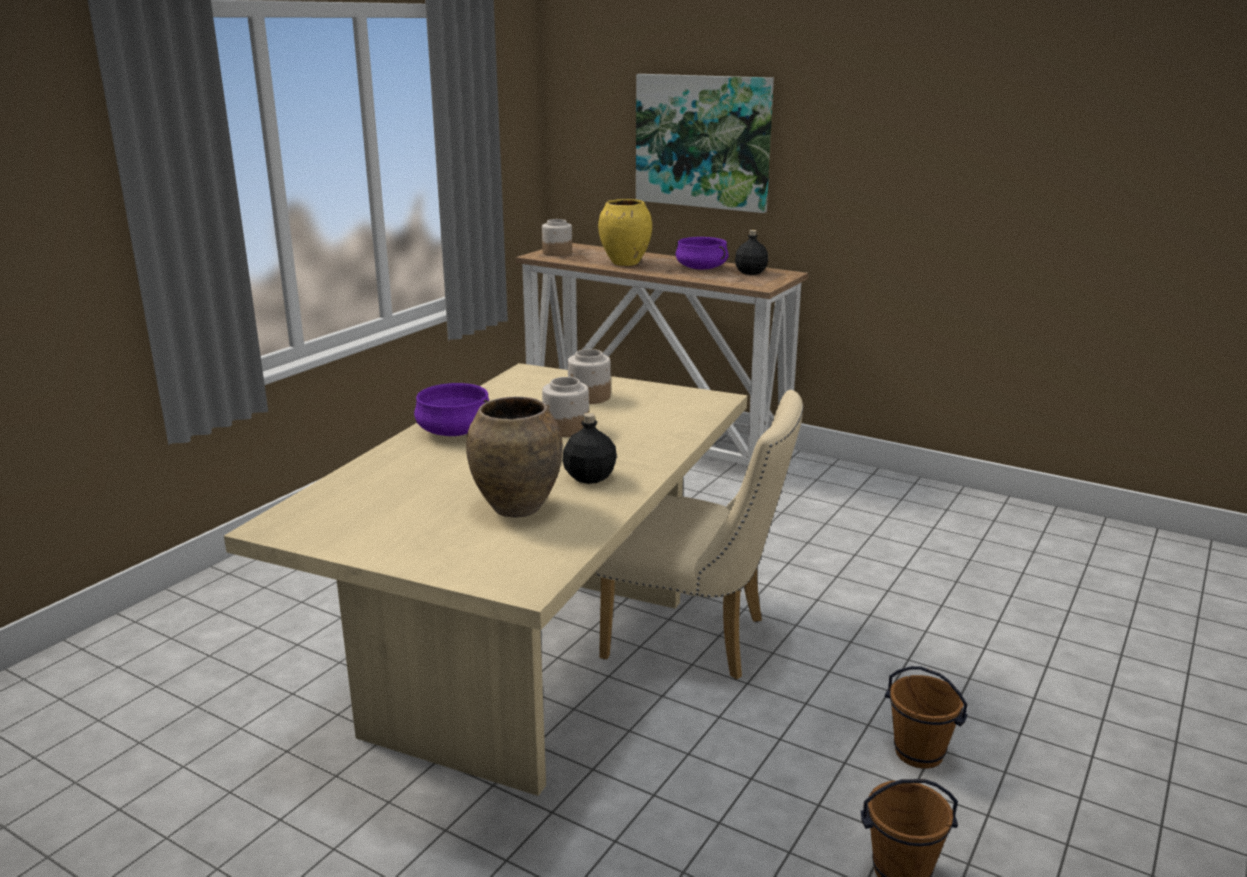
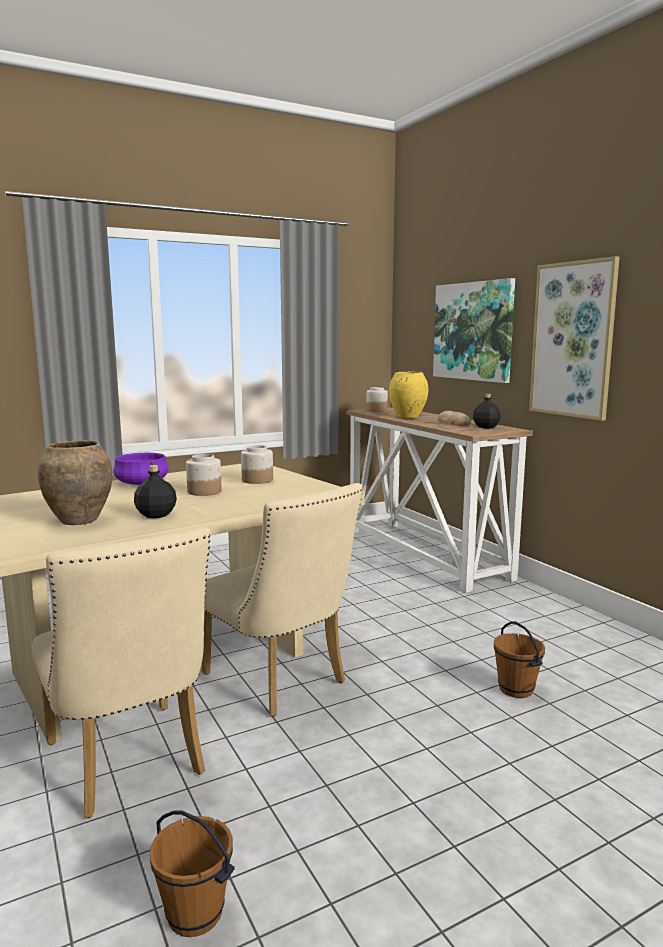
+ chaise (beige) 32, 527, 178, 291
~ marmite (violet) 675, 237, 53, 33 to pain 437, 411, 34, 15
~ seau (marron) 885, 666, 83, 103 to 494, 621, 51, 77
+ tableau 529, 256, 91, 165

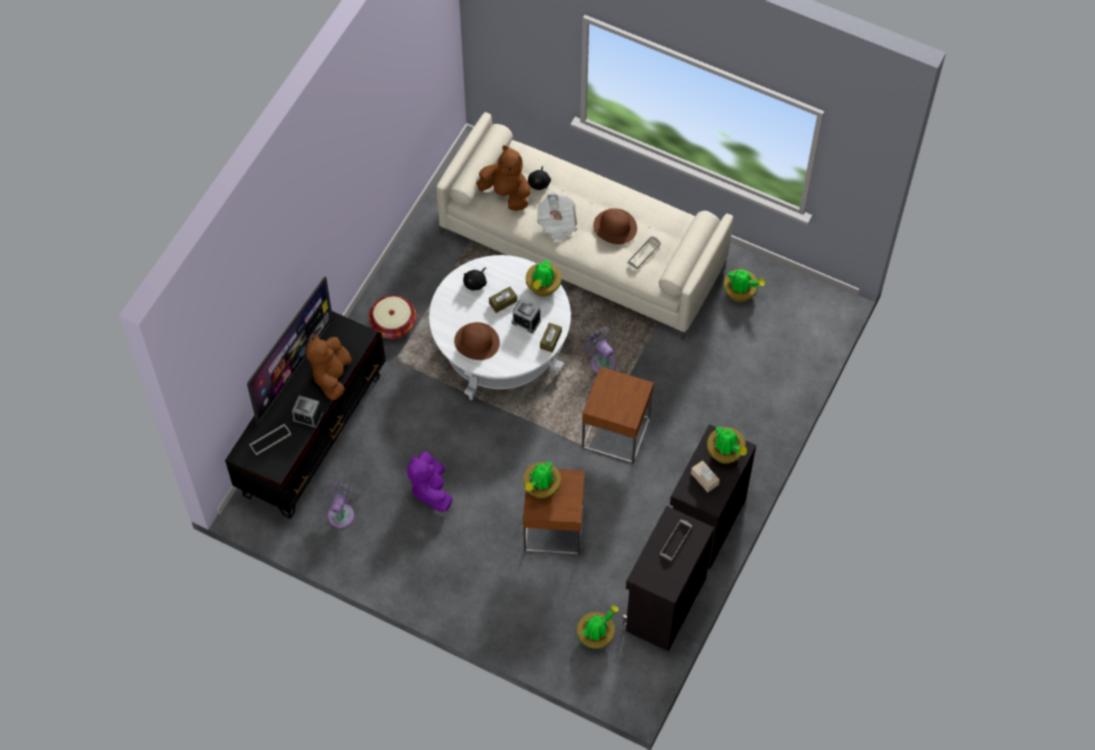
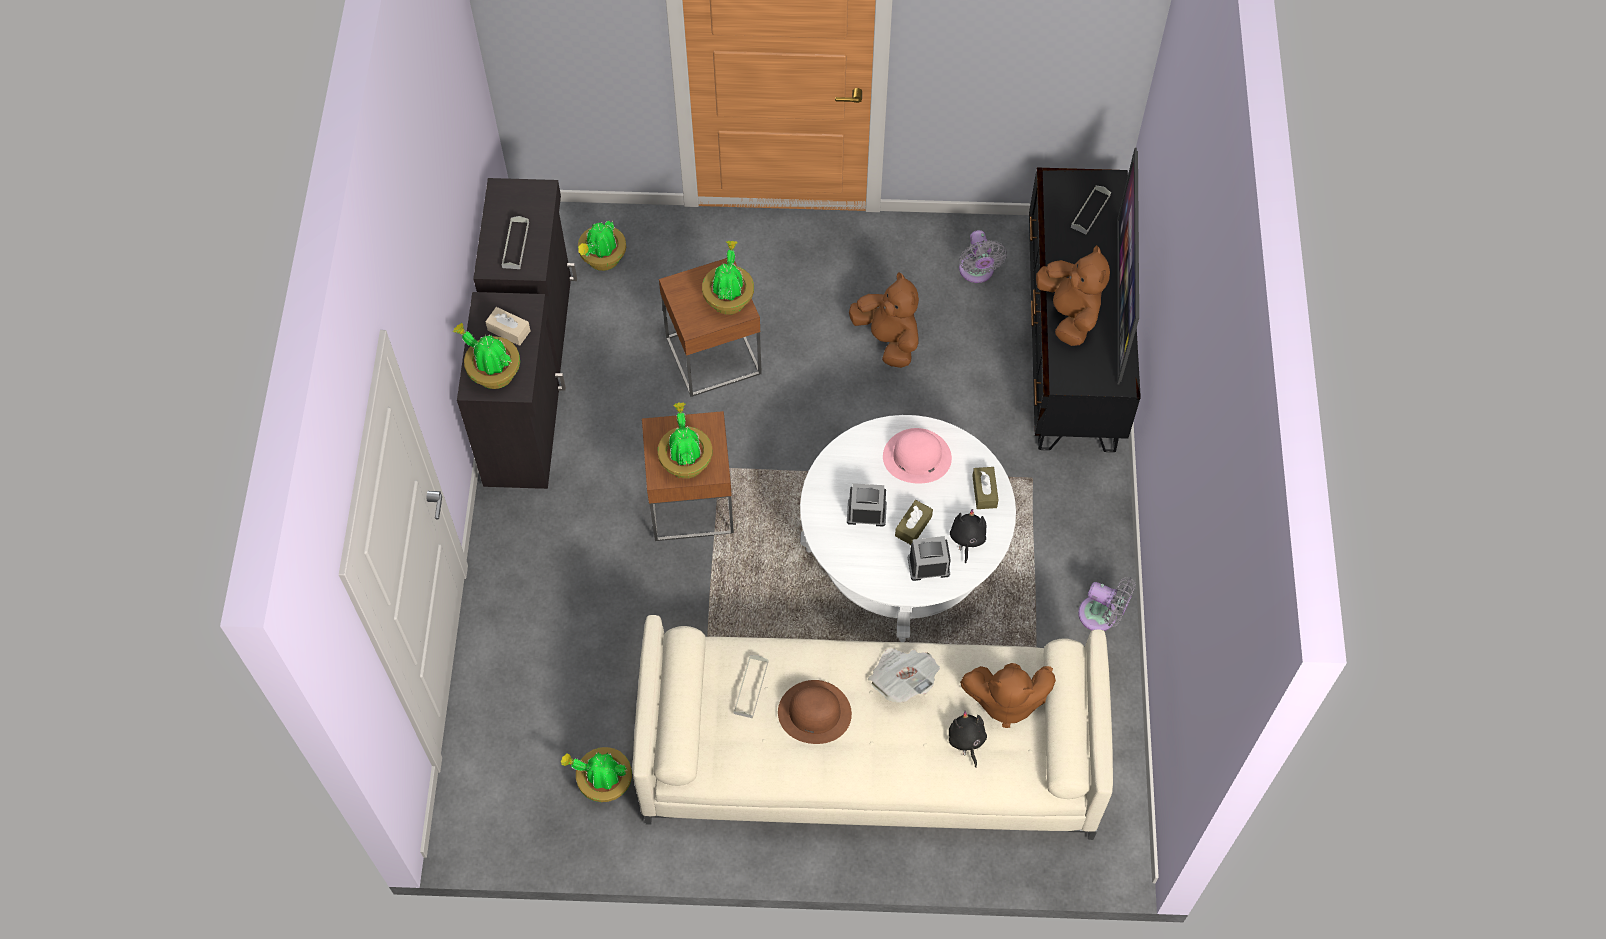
~ plante en pot 526, 259, 35, 38 to 658, 403, 54, 75
~ peluche (violet) 407, 452, 46, 60 to peluche (marron) 849, 272, 70, 96
~ chapeau (marron) 454, 322, 46, 38 to chapeau (rose) 883, 428, 69, 55
~ réveil 292, 395, 31, 34 to 908, 536, 43, 45
~ boîte à mouchoirs (marron) 540, 323, 22, 30 to 972, 467, 26, 42
~ ventilateur (gris) 582, 327, 34, 46 to 1078, 577, 58, 54
- panier 368, 295, 49, 44

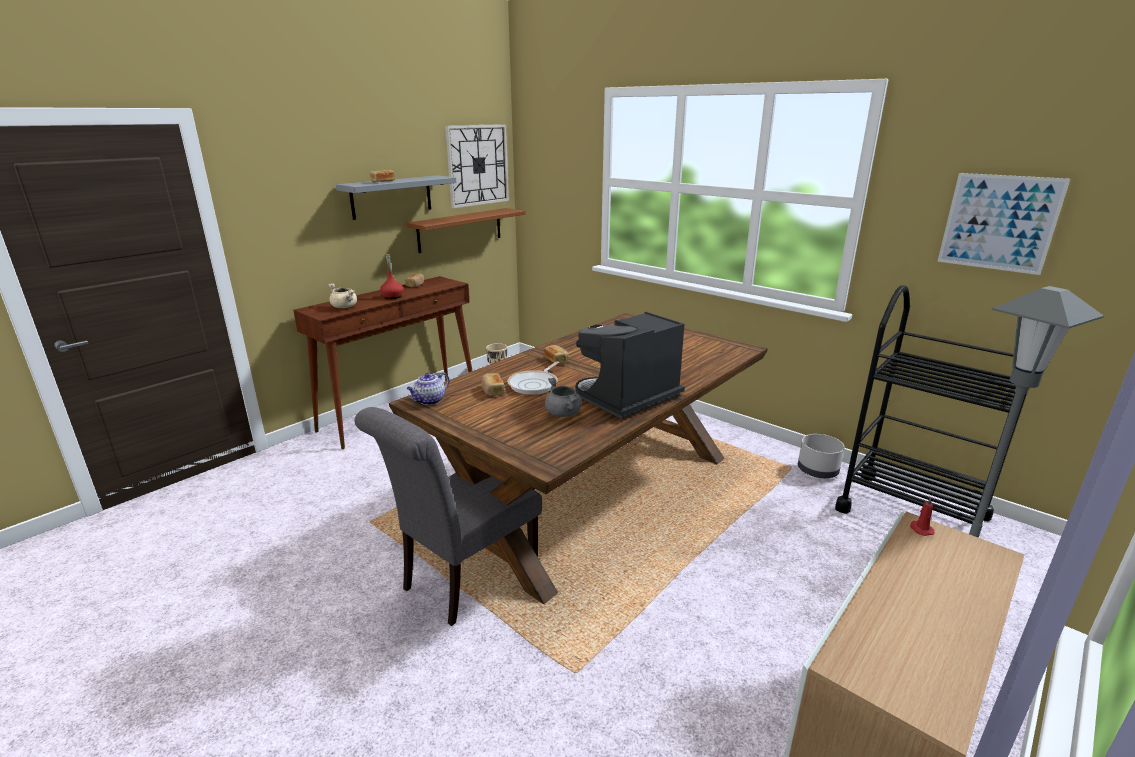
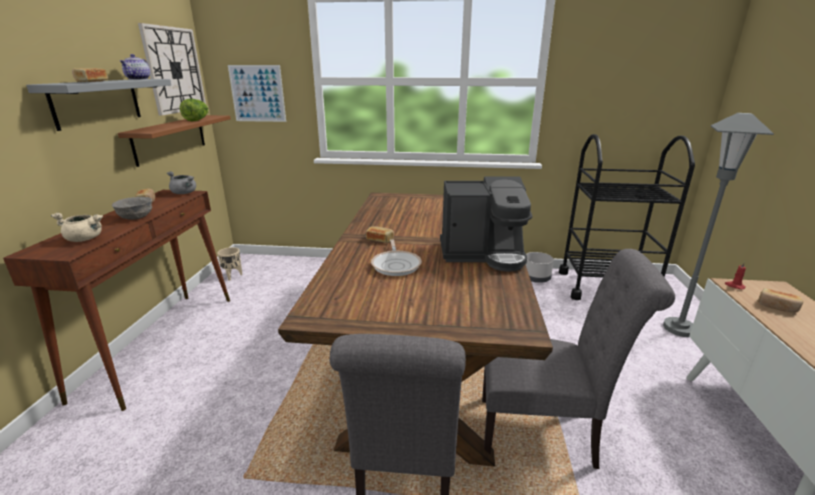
~ bouteille (rouge) 380, 254, 23, 45 to bol (gris) 112, 197, 40, 23
~ théière 407, 372, 42, 33 to 120, 54, 30, 26
~ marmite (gris) 545, 378, 37, 39 to 167, 171, 29, 23
+ laitue 180, 99, 29, 22
~ tableau 937, 173, 133, 102 to 228, 65, 58, 57
~ machine à café 575, 312, 110, 107 = 440, 176, 92, 96 105 degrees counterclockwise
+ chaise (gris) 482, 249, 193, 220
~ pain 482, 373, 23, 23 to 758, 288, 45, 24

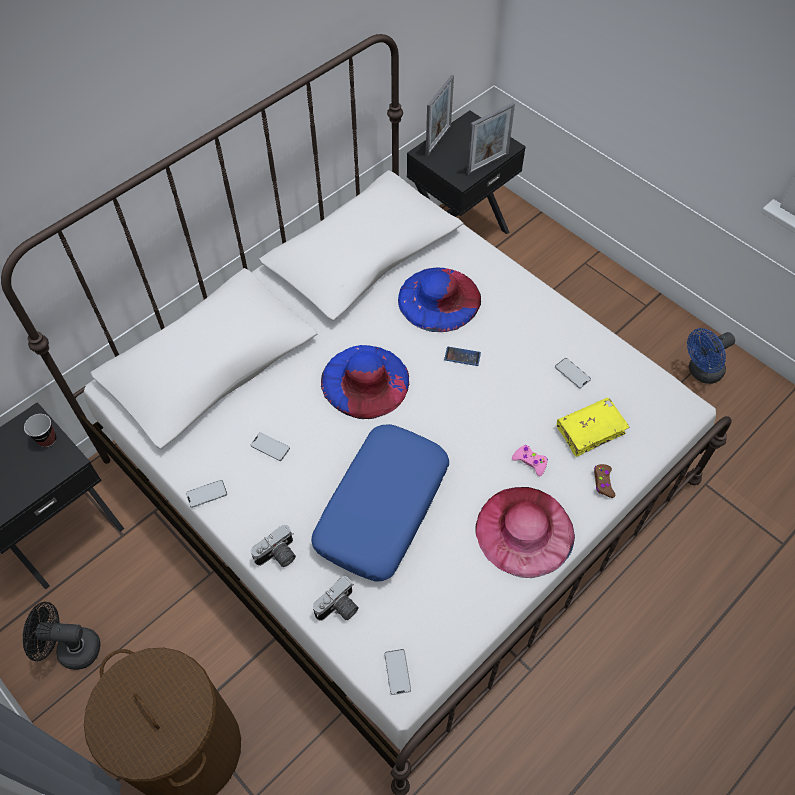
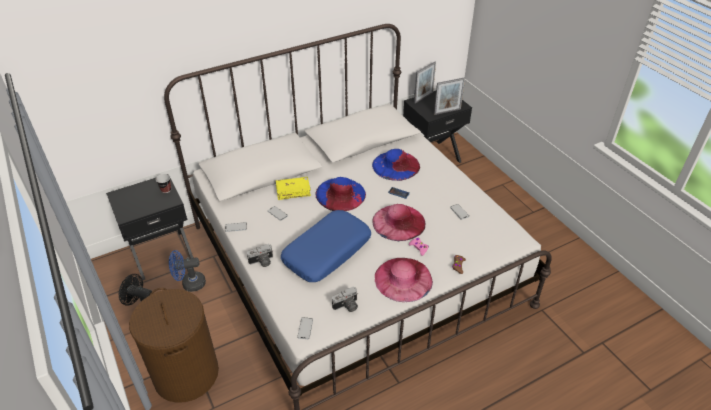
~ ventilateur (bleu) 687, 328, 48, 56 to 169, 250, 37, 42
~ livre (jaune) 557, 398, 73, 59 to 276, 177, 35, 23
~ appareil photo 313, 576, 46, 45 to 332, 287, 26, 25
+ chapeau (rose) 372, 204, 53, 37

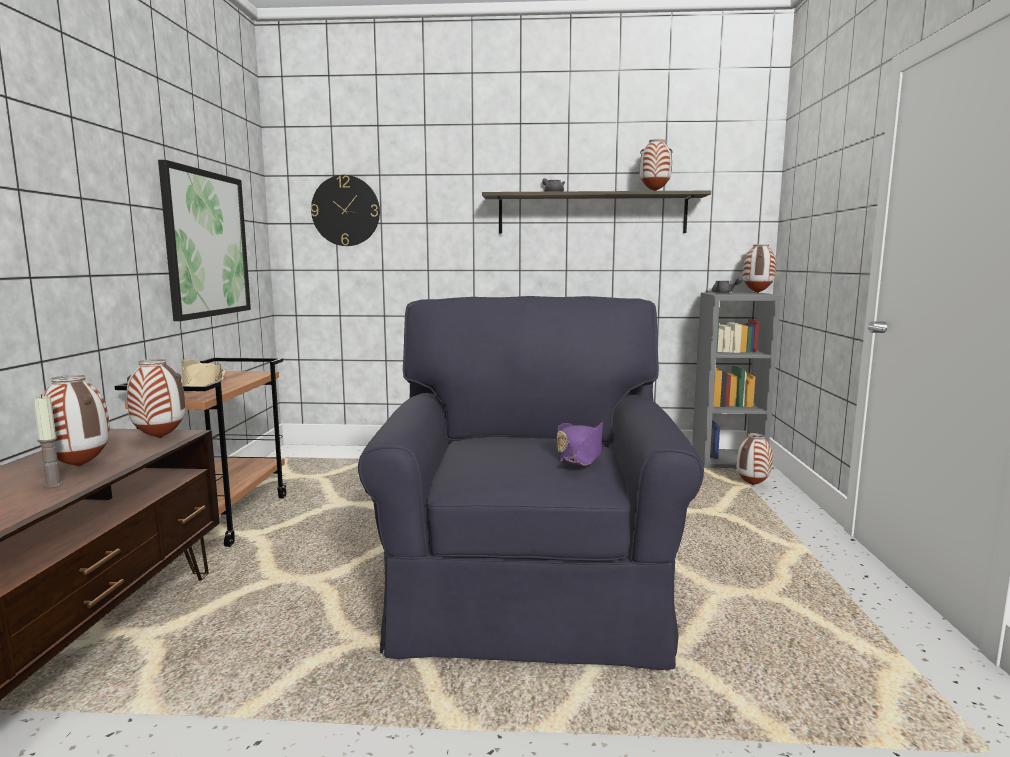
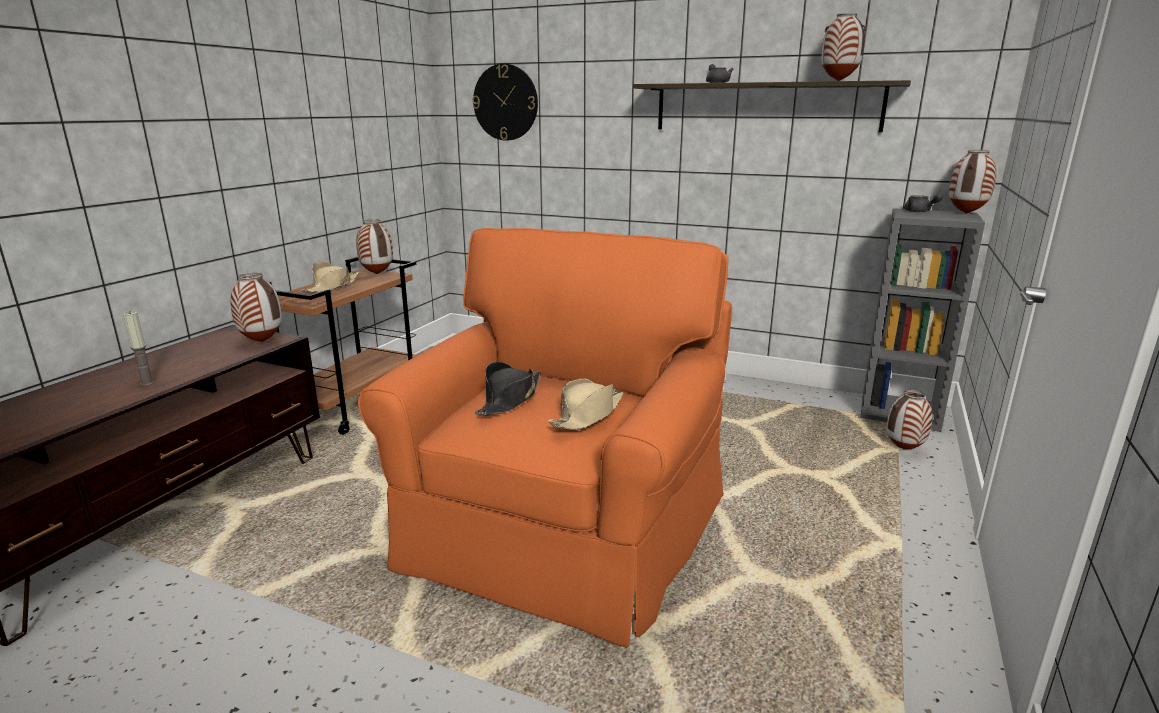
~ vase 42, 375, 68, 92 to 356, 219, 37, 55
~ fauteuil (noir) 358, 296, 346, 374 to fauteuil (orange) 358, 228, 374, 420
+ chapeau (noir) 475, 362, 66, 54
~ chapeau (violet) 557, 422, 46, 44 to chapeau (beige) 549, 379, 74, 51
- tableau 158, 160, 93, 161

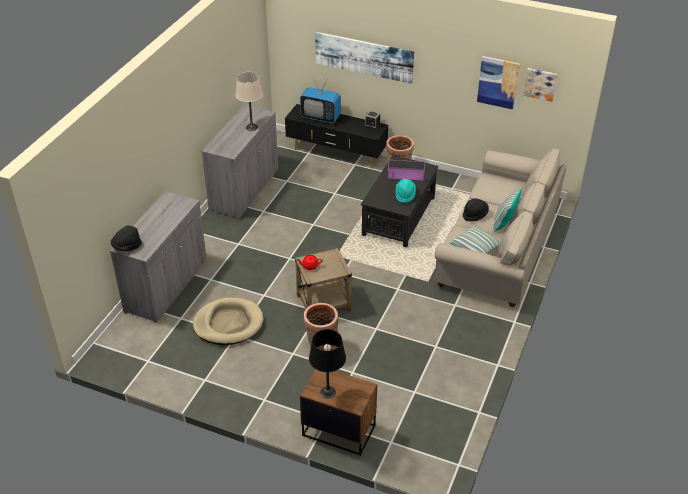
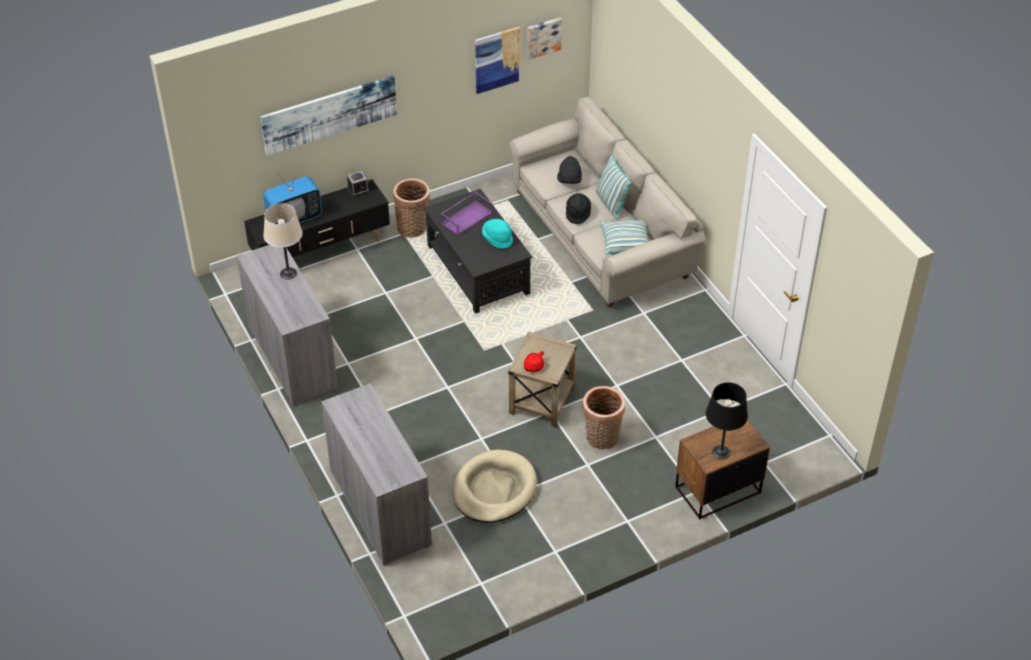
~ chapeau (noir) 111, 225, 31, 26 to 557, 156, 25, 28

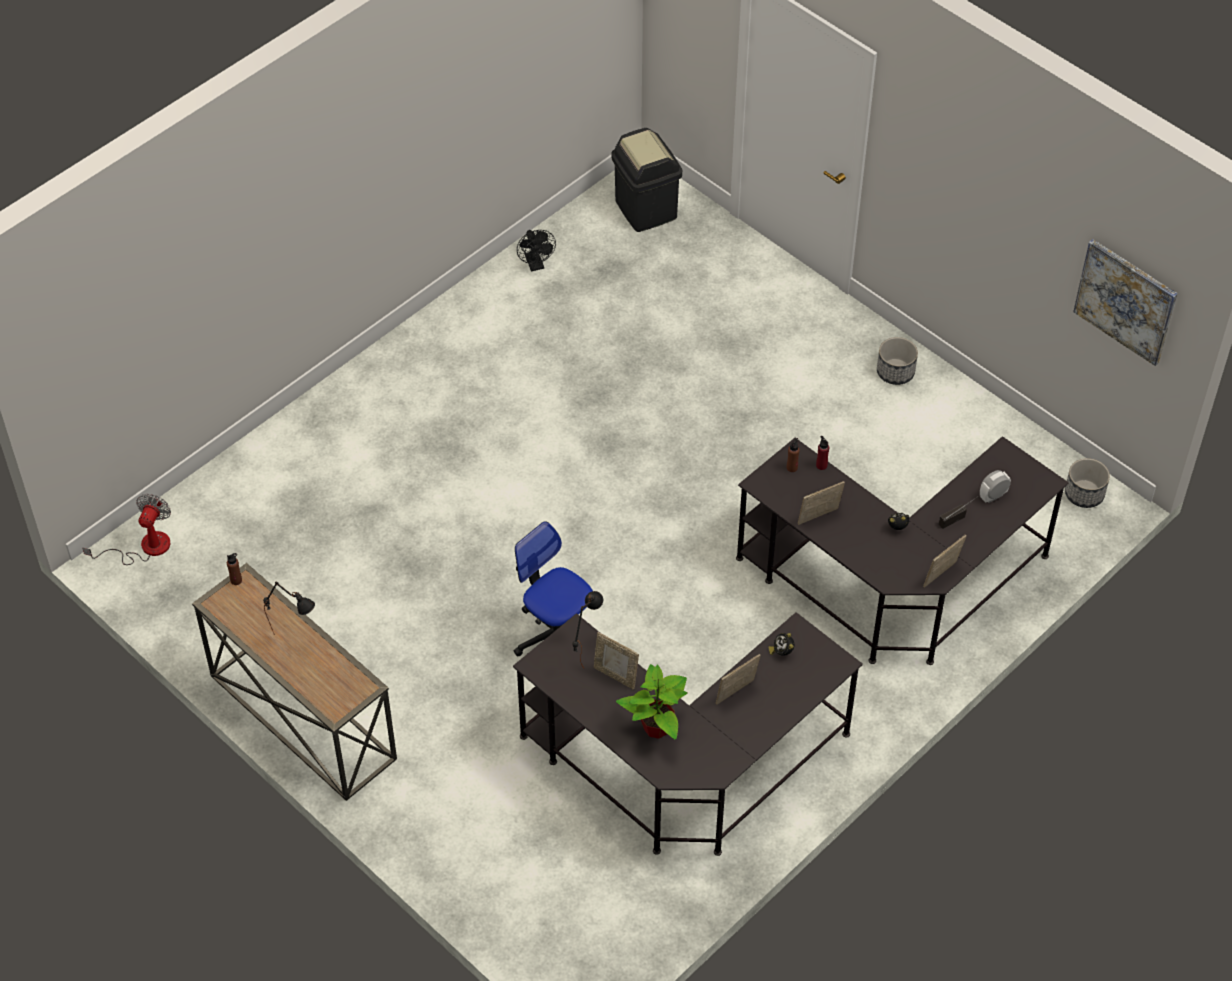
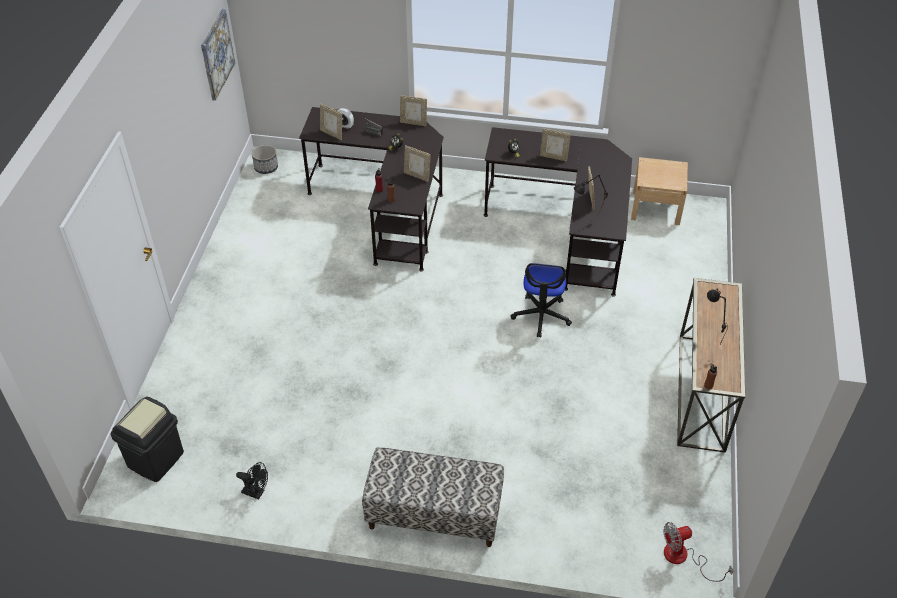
~ ventilateur (noir) 517, 230, 39, 41 = 236, 462, 32, 38 75 degrees clockwise
+ cadre photo 320, 103, 22, 37
+ banc 362, 447, 142, 100
+ table de chevet (beige) 631, 157, 57, 68
- plante en pot 616, 664, 71, 76
- cache-pot 877, 337, 41, 48

